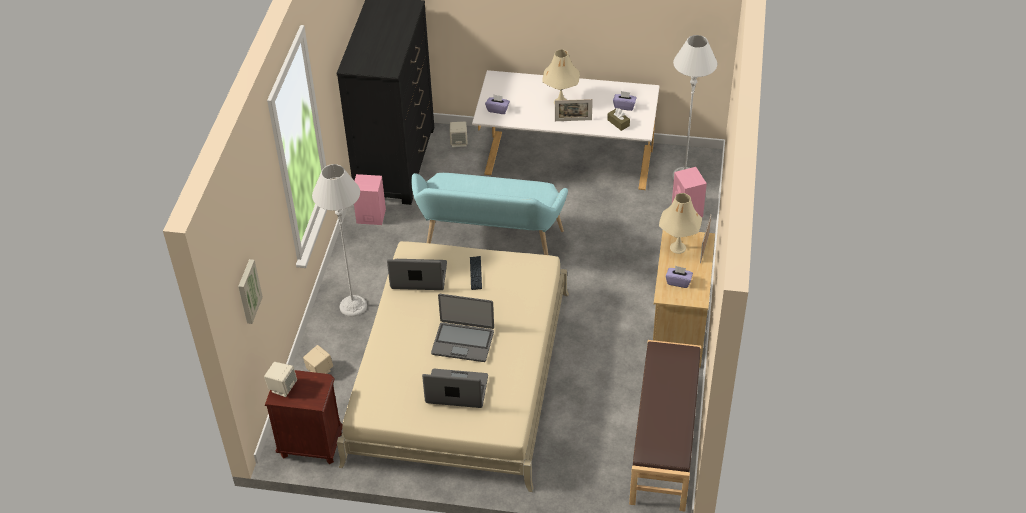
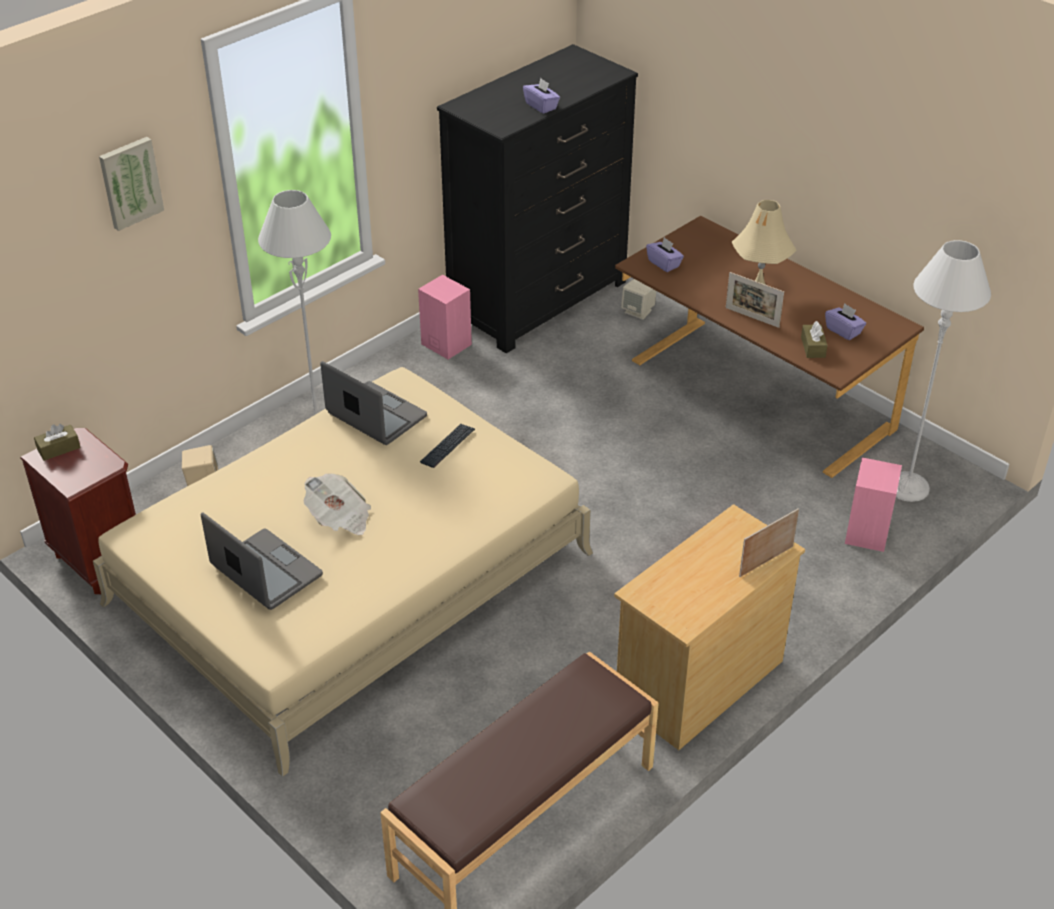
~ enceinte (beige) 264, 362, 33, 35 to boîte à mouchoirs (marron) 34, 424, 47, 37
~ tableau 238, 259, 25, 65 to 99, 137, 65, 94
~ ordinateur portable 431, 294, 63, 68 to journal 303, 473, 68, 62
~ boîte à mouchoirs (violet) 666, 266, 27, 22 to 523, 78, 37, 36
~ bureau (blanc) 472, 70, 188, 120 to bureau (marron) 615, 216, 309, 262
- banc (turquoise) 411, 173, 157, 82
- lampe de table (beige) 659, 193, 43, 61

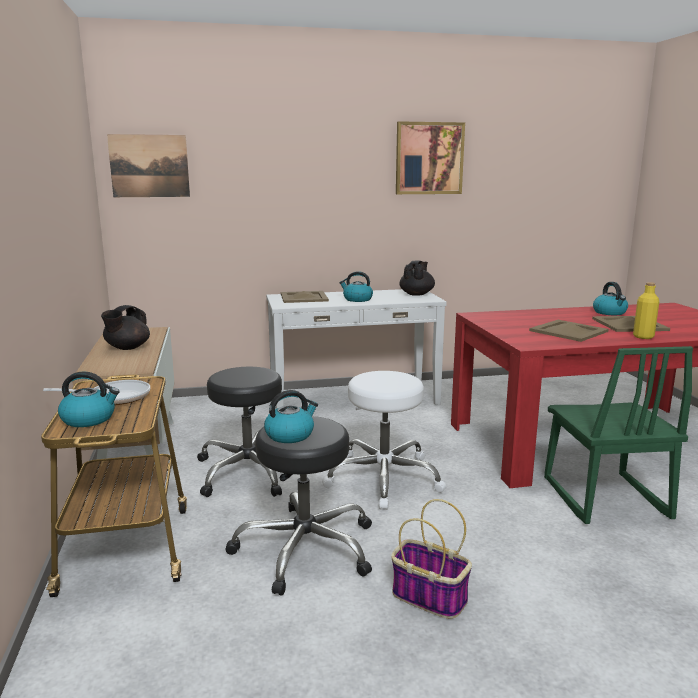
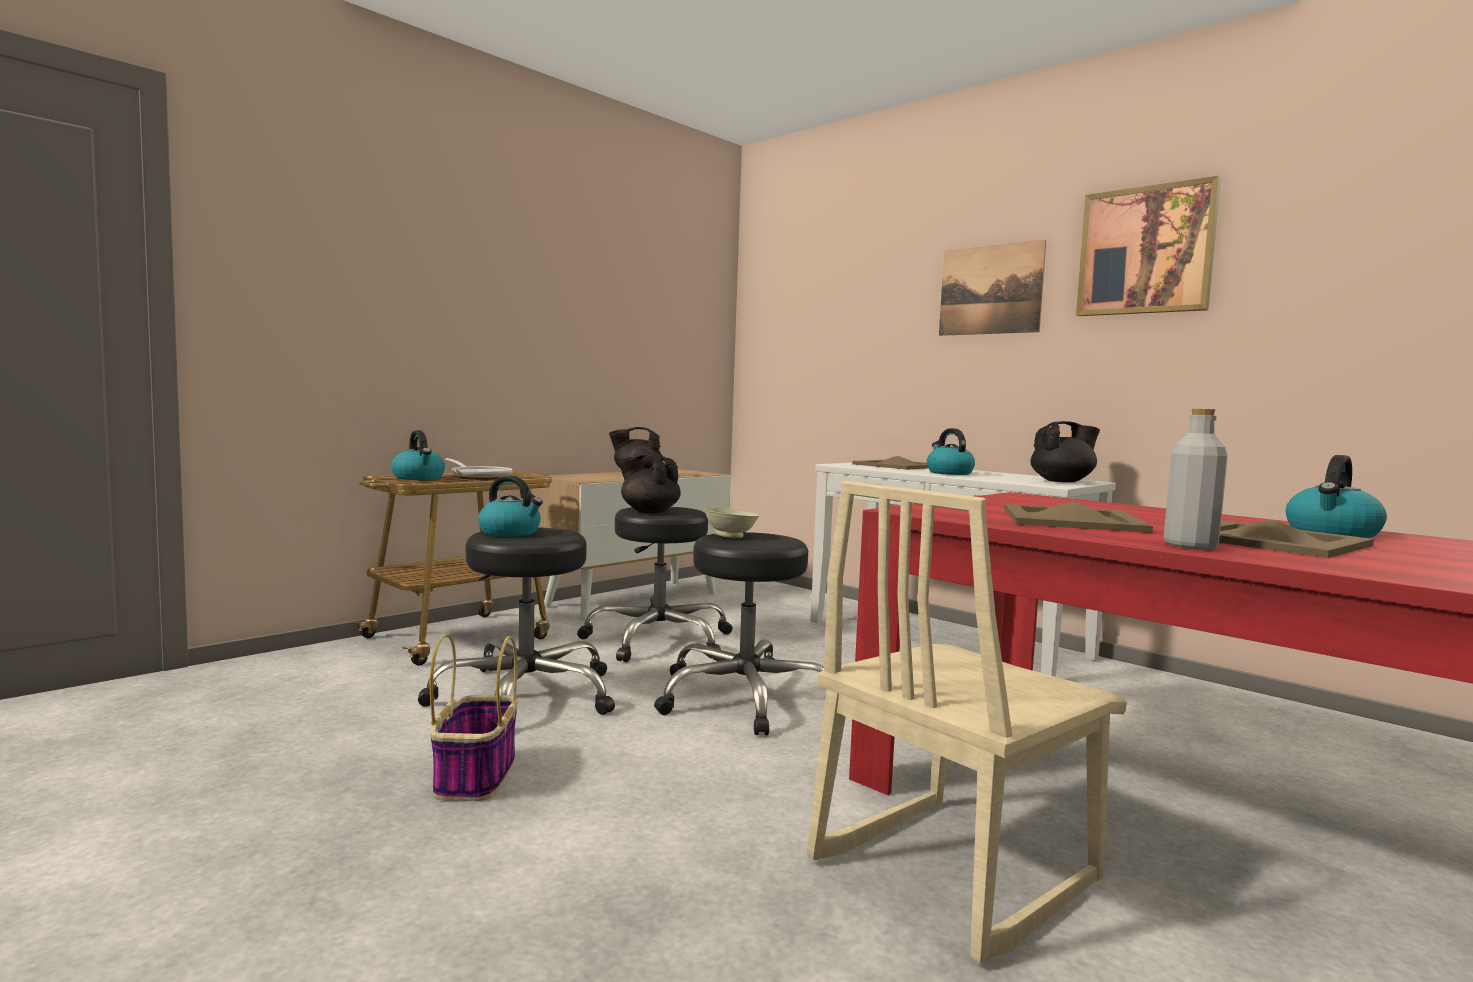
+ théière (noir) 618, 454, 63, 59
~ tabouret (blanc) 322, 371, 124, 139 to tabouret (noir) 654, 532, 170, 203
+ bol (beige) 705, 507, 54, 31
~ chaise (vert) 544, 346, 149, 178 to chaise (beige) 807, 481, 320, 482
~ tableau 107, 134, 83, 63 to 939, 240, 107, 96
~ bouteille (jaune) 633, 282, 26, 57 to bouteille (gris) 1164, 409, 64, 141

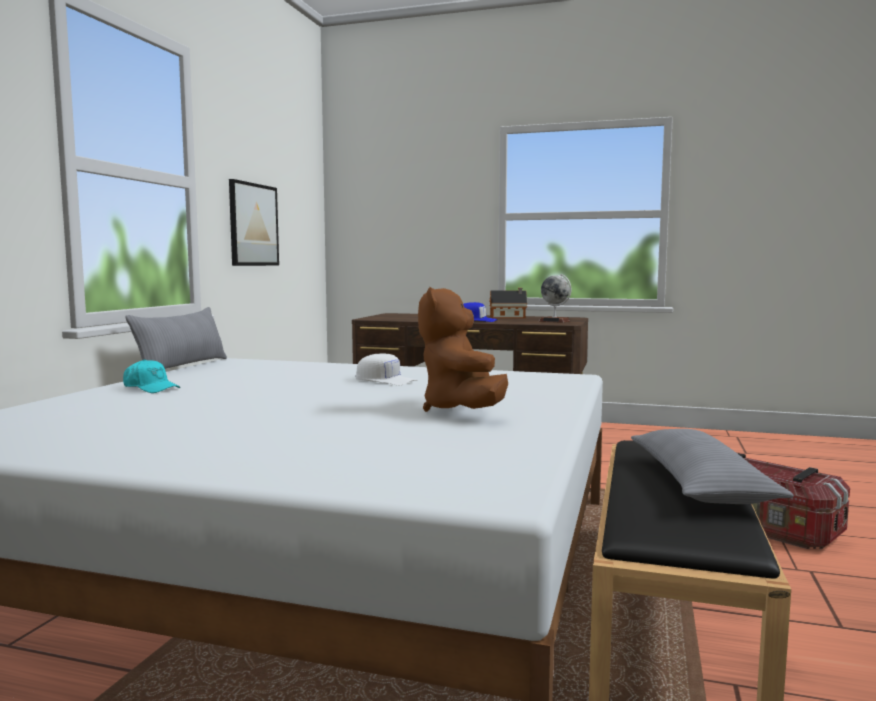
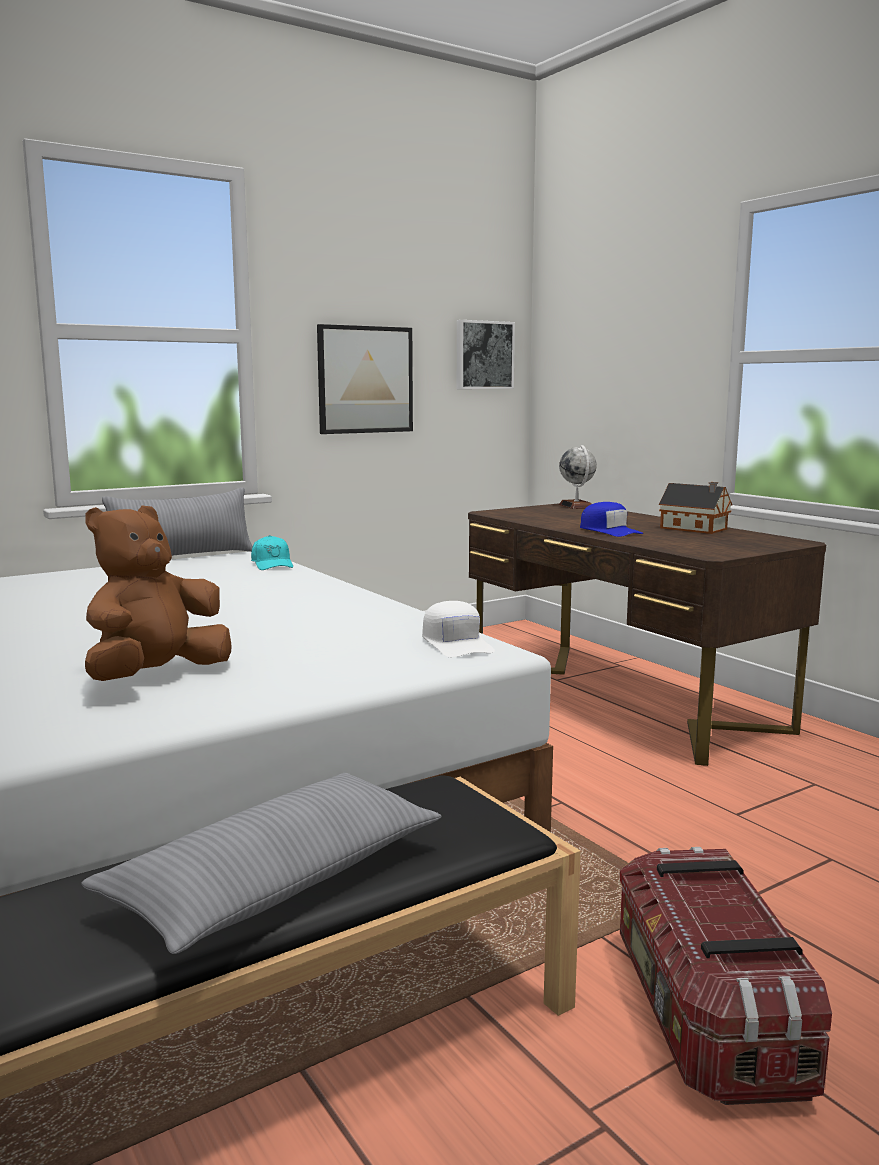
~ casquette (turquoise) 123, 359, 57, 34 to 251, 535, 42, 35
~ casquette (blanc) 356, 353, 62, 32 to 422, 601, 73, 56
+ tableau 457, 320, 58, 69
~ globe 539, 274, 32, 49 to 559, 445, 38, 64

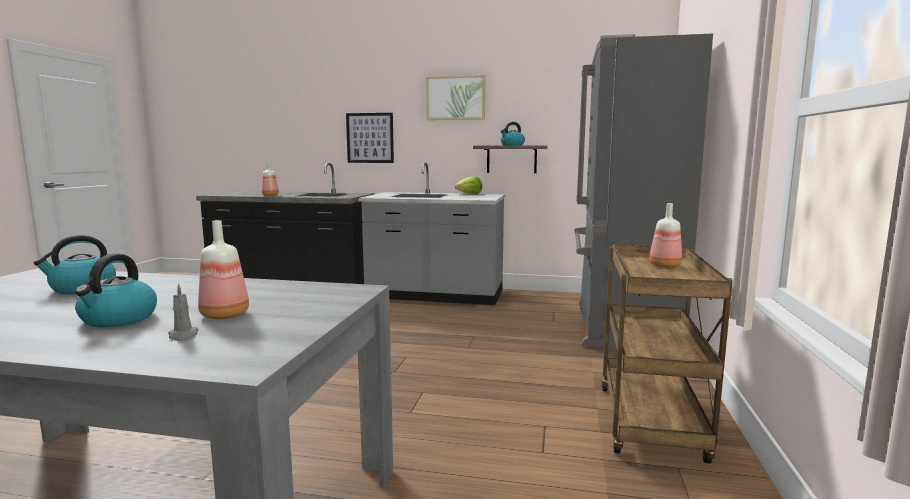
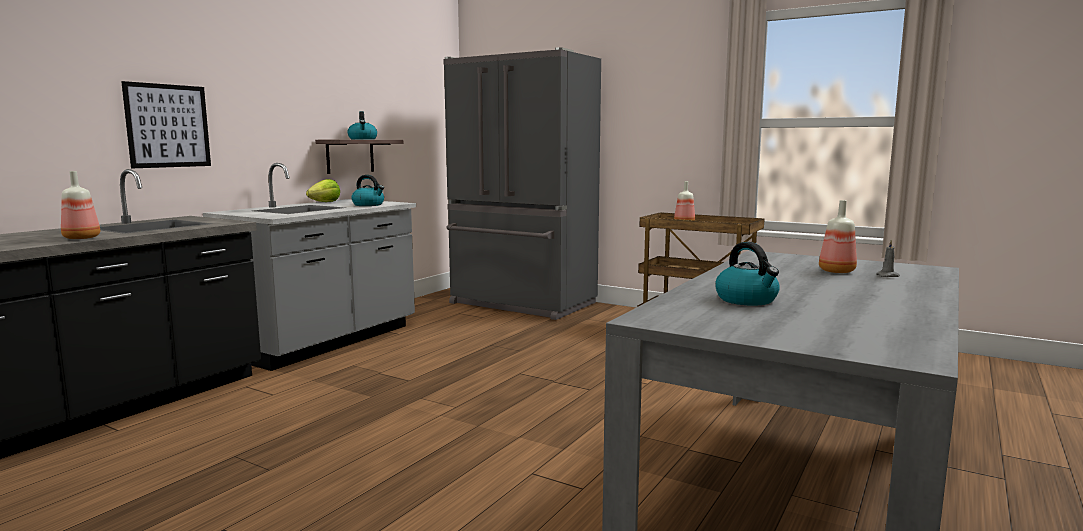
~ bouilloire 75, 254, 82, 73 to 351, 175, 33, 31
- tableau 426, 75, 59, 45

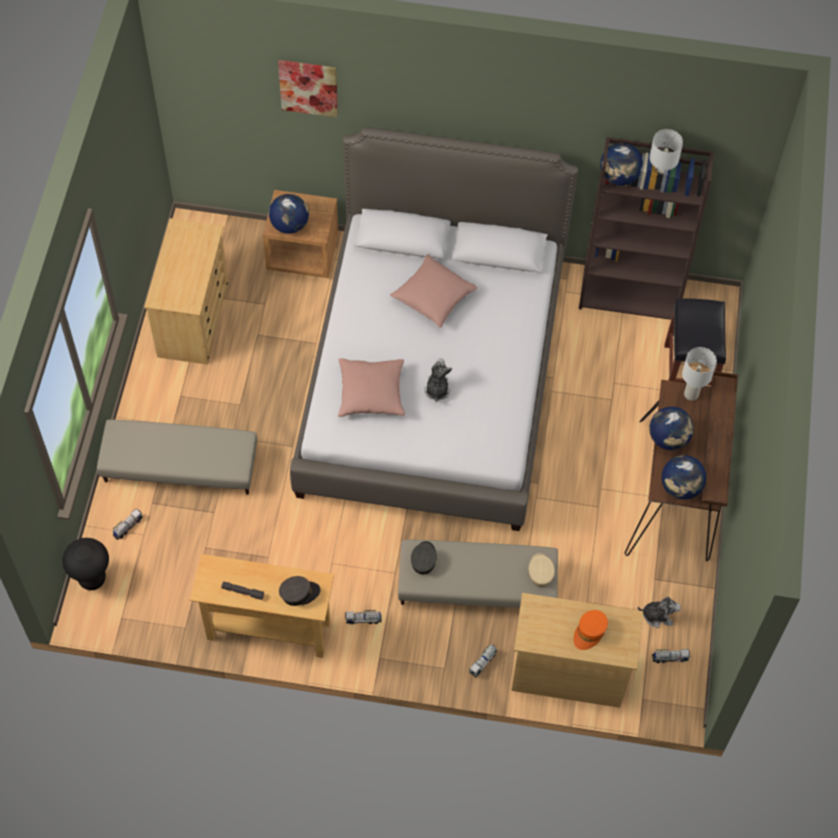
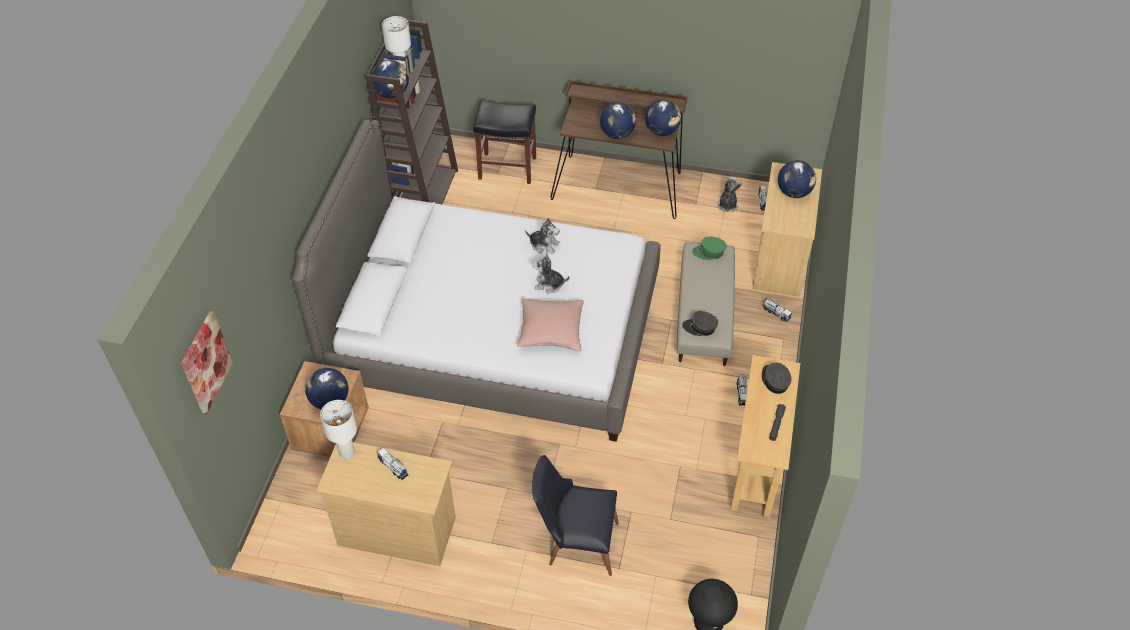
~ tableau 278, 60, 60, 57 to 181, 311, 52, 103
~ lampe de table (blanc) 682, 347, 35, 54 to 320, 400, 37, 59
~ camion jouet 112, 509, 31, 31 to 377, 448, 32, 32
+ peluche 525, 218, 35, 36
~ pouf (beige) 97, 419, 160, 76 to chaise (noir) 532, 455, 87, 121
~ casquette (beige) 528, 553, 27, 34 to casquette (vert) 692, 237, 35, 23
~ casquette (orange) 573, 610, 35, 40 to globe 778, 160, 38, 38
- coussin (rose) 390, 254, 88, 74

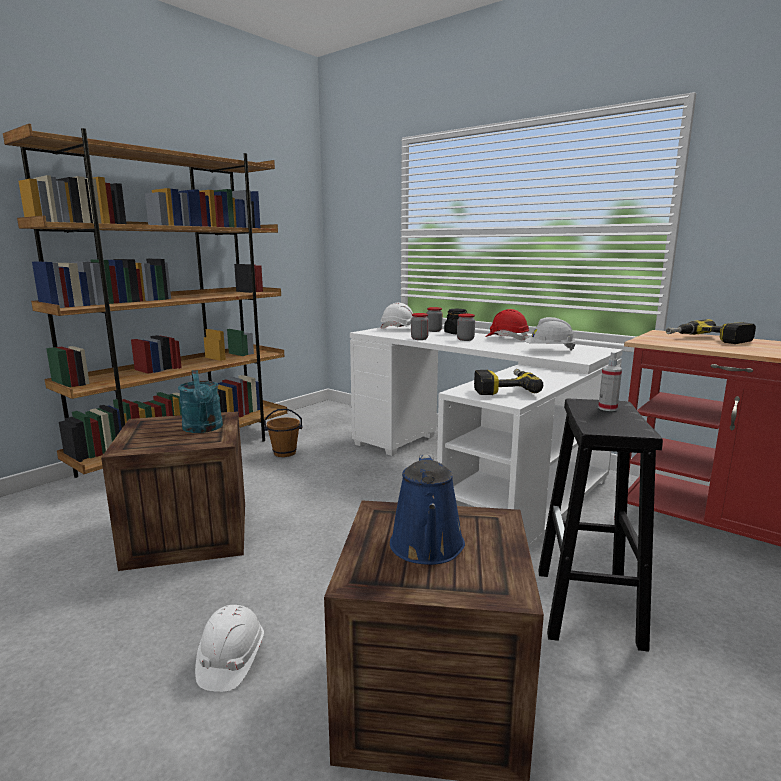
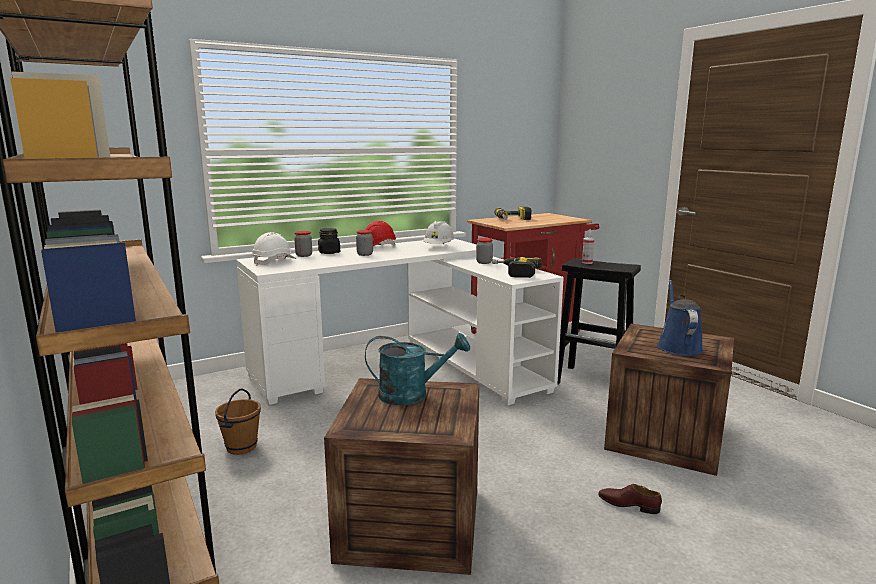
~ bocal 411, 313, 18, 27 to 476, 238, 17, 26
~ casque de chantier (blanc) 195, 605, 69, 87 to chaussure (marron) 598, 484, 64, 30
~ arrosoir (bleu) 390, 454, 75, 111 = 657, 280, 46, 76 105 degrees counterclockwise

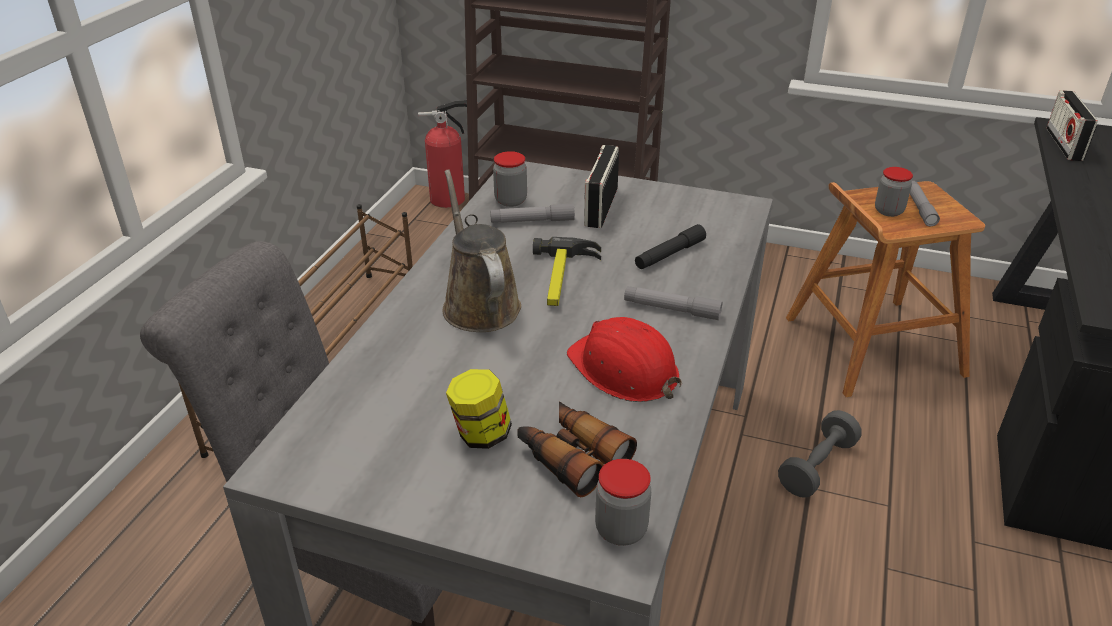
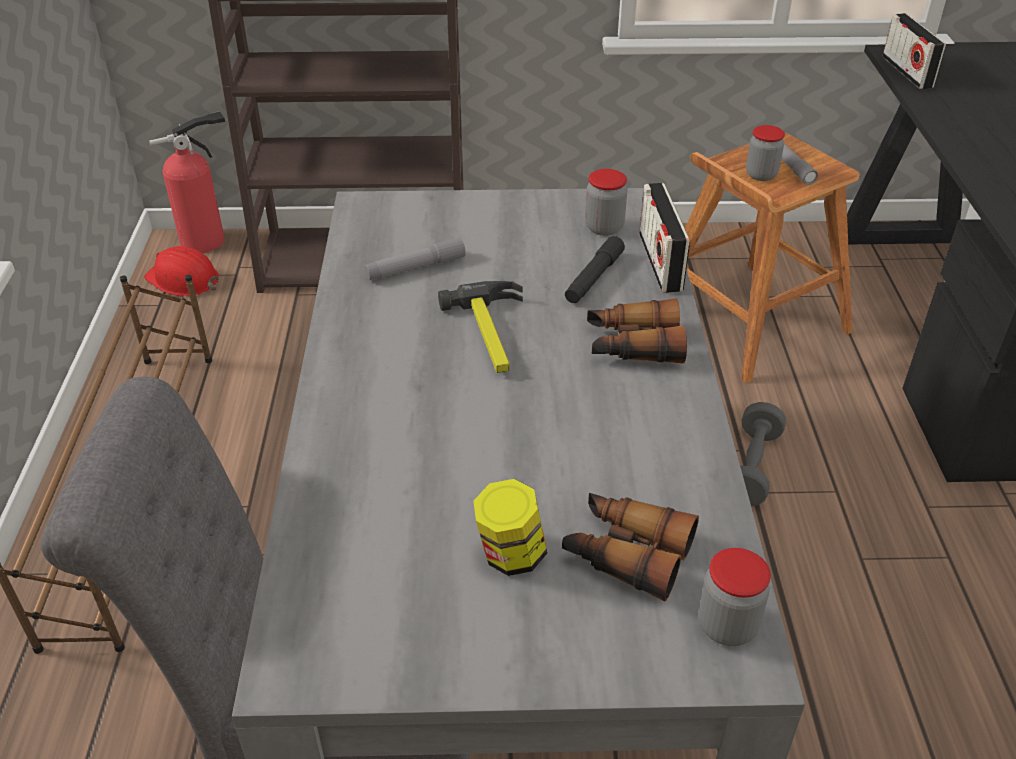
~ casque de chantier (rouge) 567, 317, 115, 85 to 144, 246, 76, 51
~ bocal 493, 151, 34, 56 to 585, 169, 42, 67
~ lampe de poche (gris) 624, 286, 98, 34 to jumelles 587, 298, 100, 66
~ radio 584, 145, 35, 83 to 639, 183, 51, 110
- arrosoir (marron) 443, 169, 78, 163

